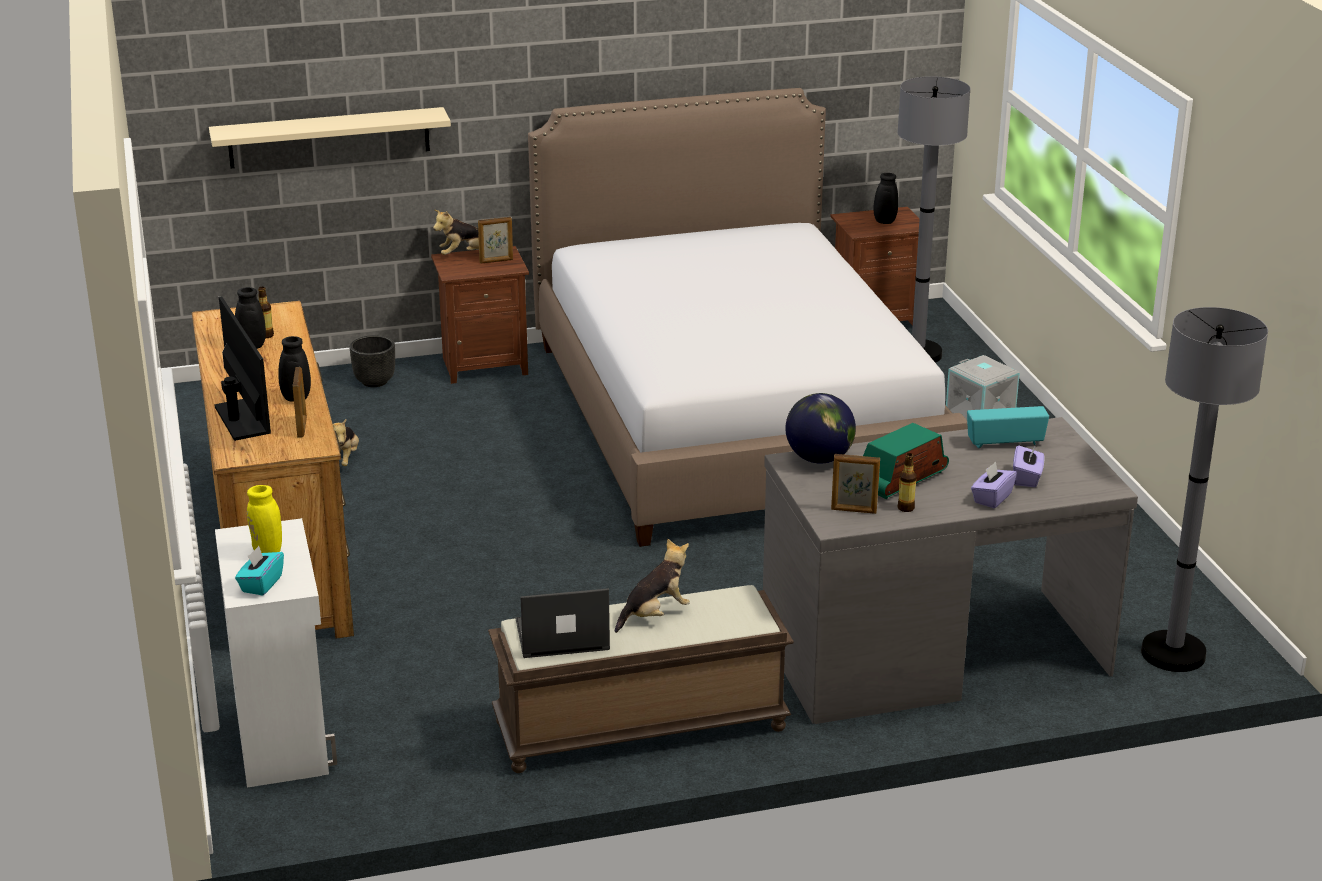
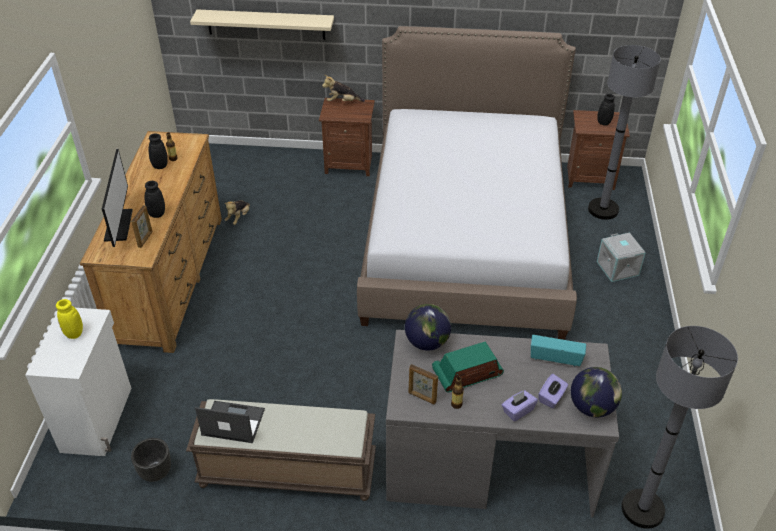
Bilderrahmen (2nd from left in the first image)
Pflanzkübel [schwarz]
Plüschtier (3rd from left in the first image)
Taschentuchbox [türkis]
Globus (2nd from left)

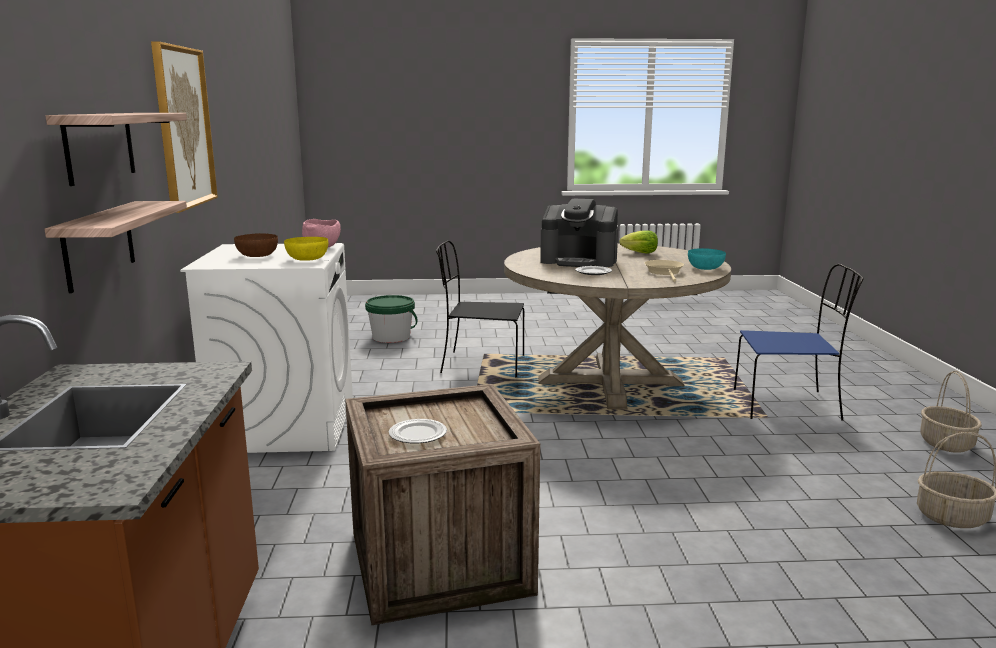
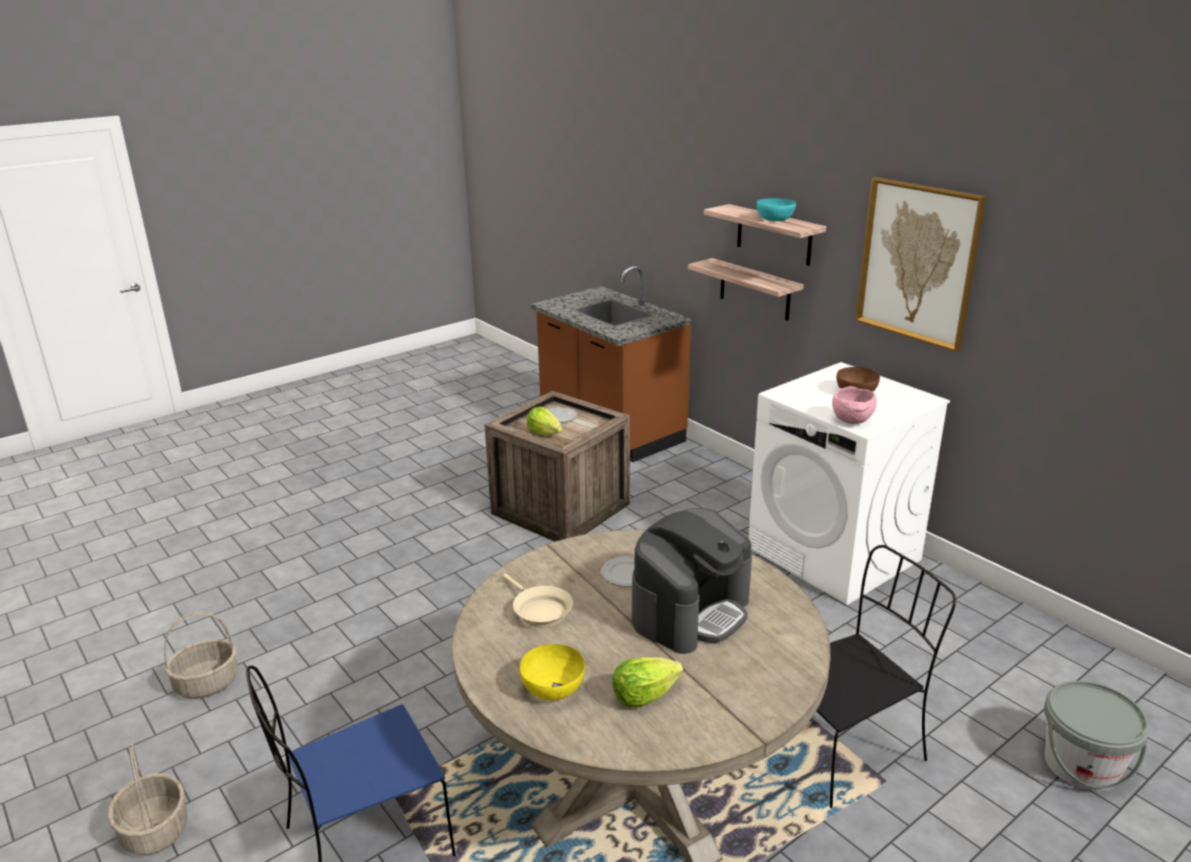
Kaffeemaschine
Schüssel [gelb]
Schüssel [türkis]
Eimer [grau]
Salatkopf (1st from left)

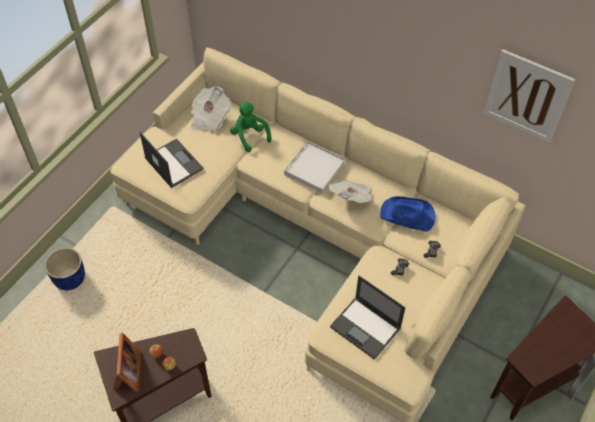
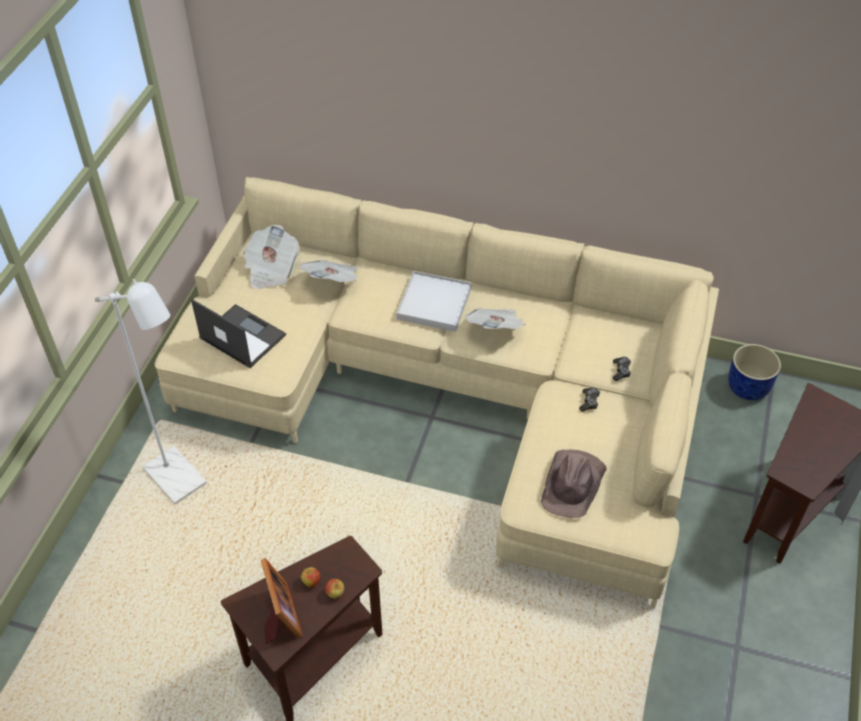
Bild
Zeitung (2nd from left)
Hut [blau]
Pflanzkübel [blau]
Hut [braun]
Stehlampe [weiß]

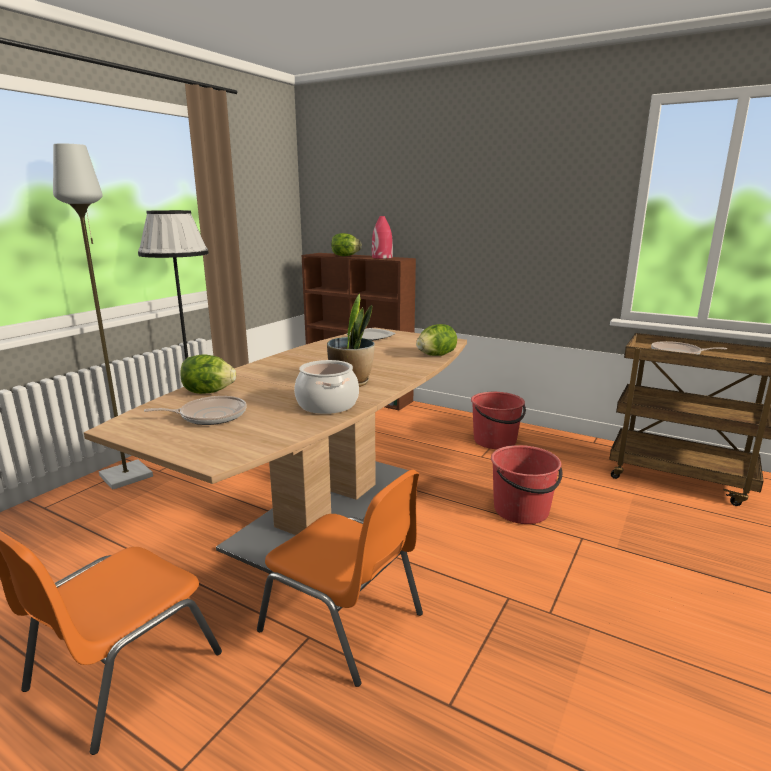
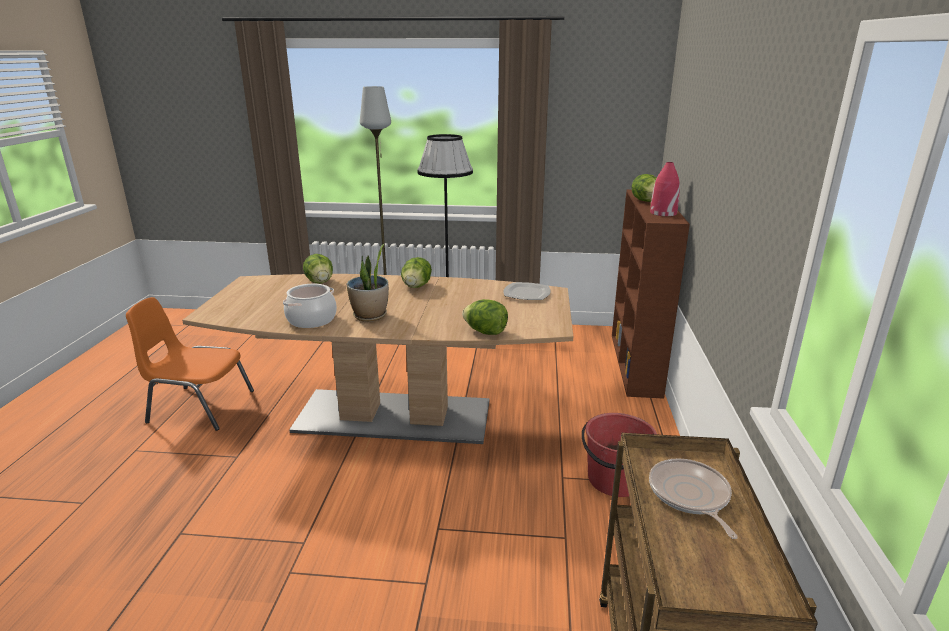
Pfanne (1st from left in the first image)
Eimer [rot] (2nd from left in the first image)
Stuhl [orange] (2nd from left in the first image)
Salatkopf (2nd from left)

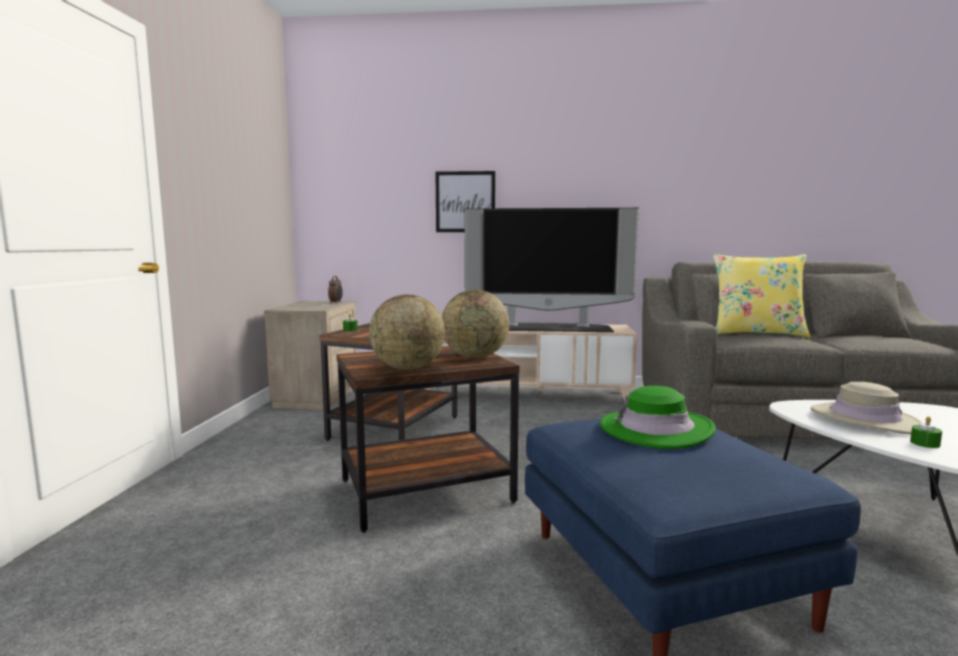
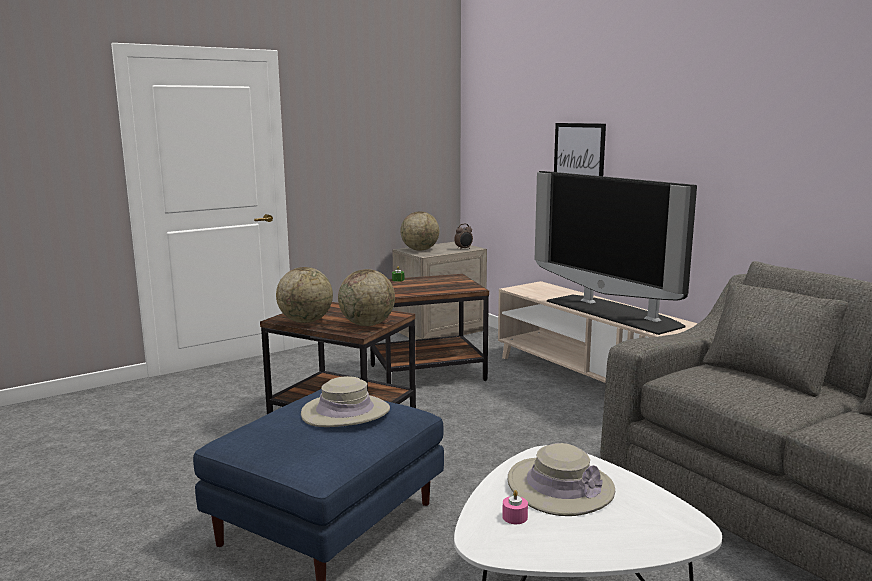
Kissen [gelb]
Hut [beige] (1st from left)
Kerze [rosa]
Globus (3rd from left)

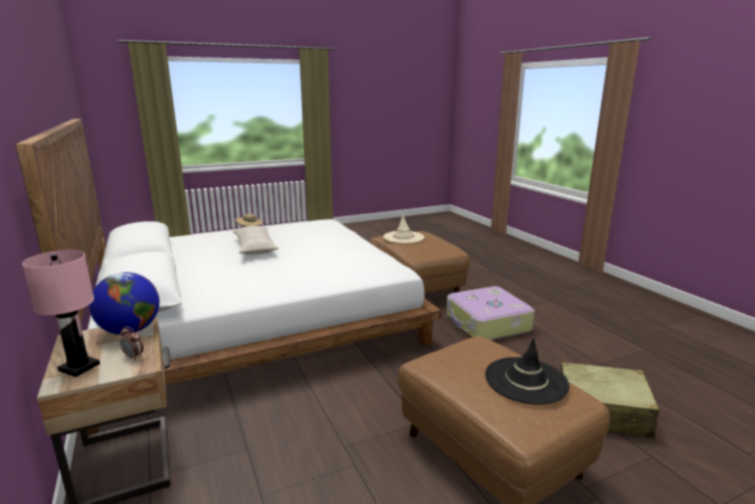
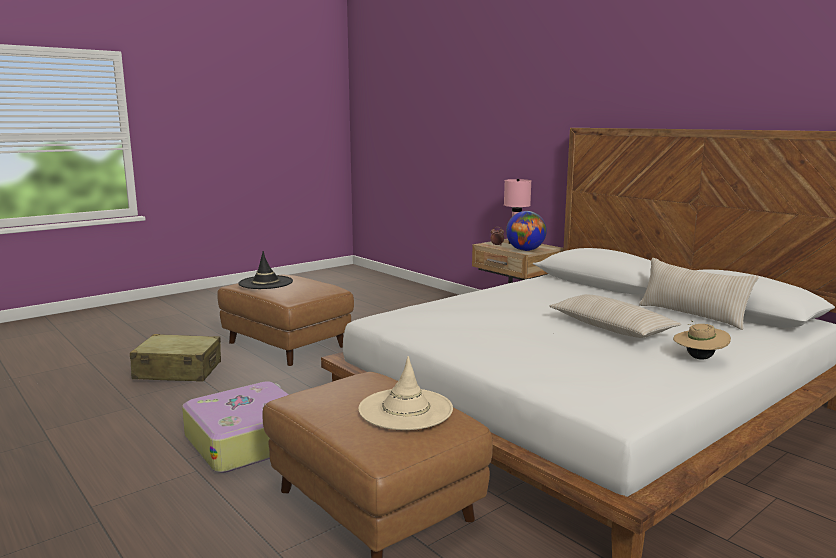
Kissen [beige] (2nd from left)

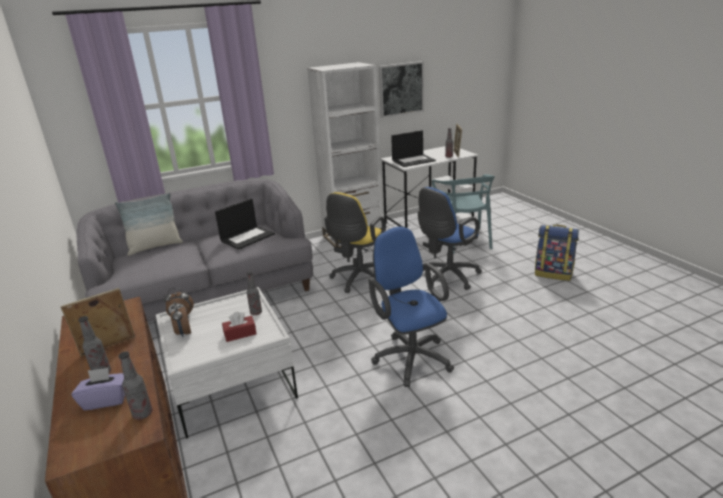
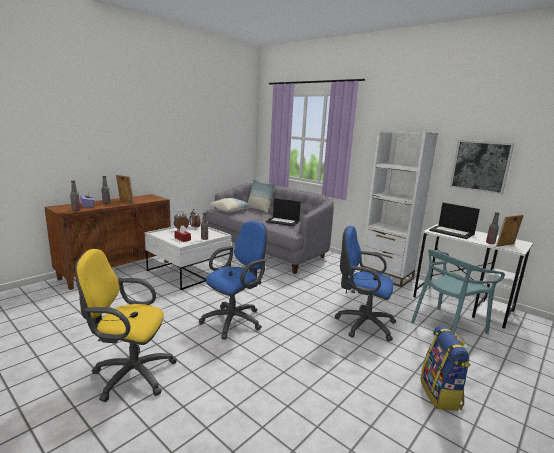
Bürostuhl [gelb]
Kissen (1st from left)

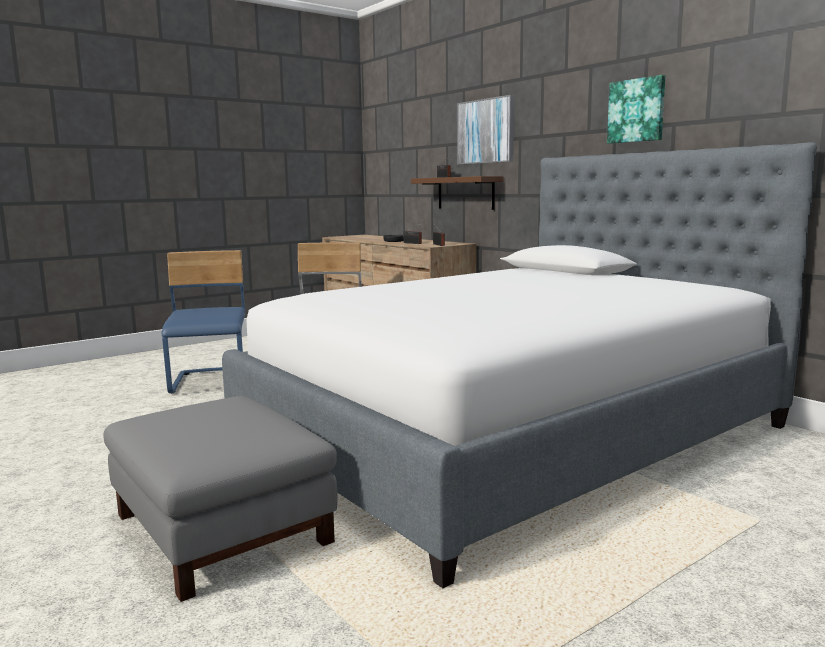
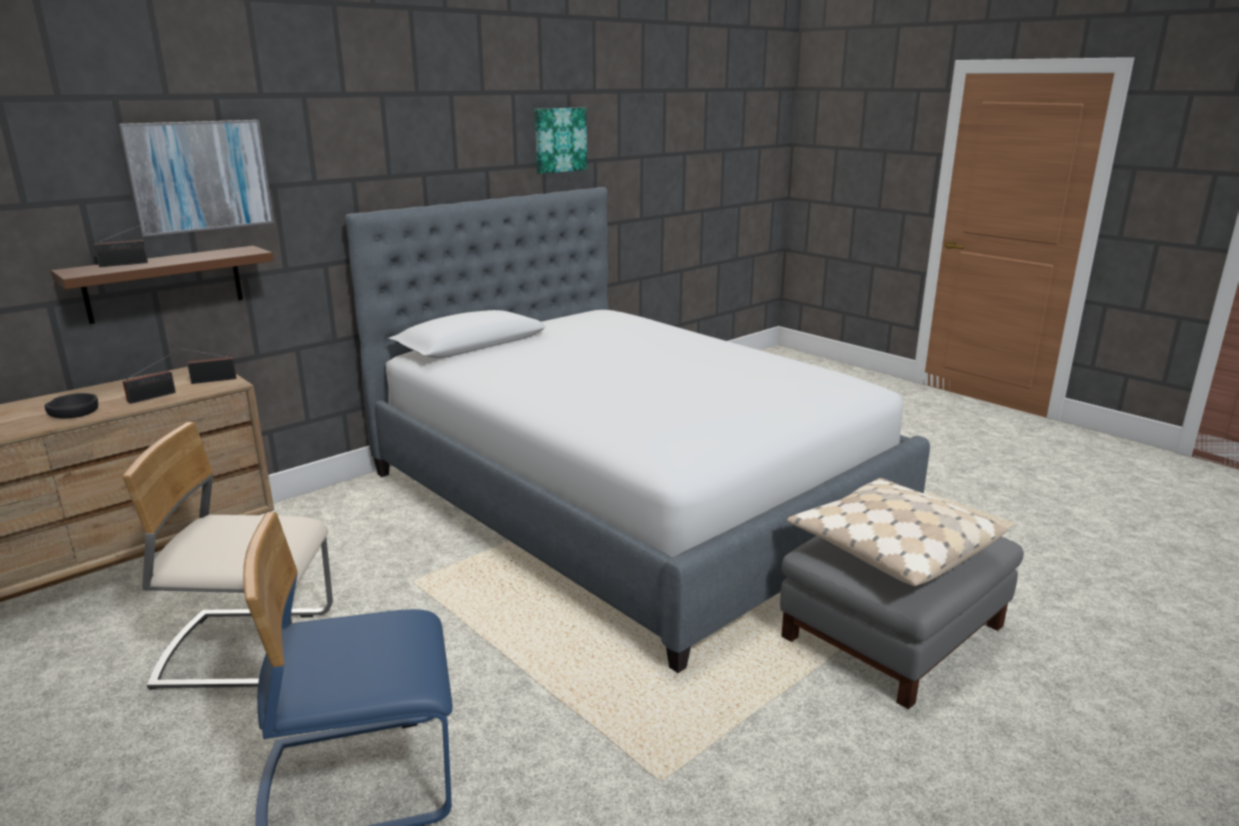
Bild (2nd from left)
Kissen [beige]

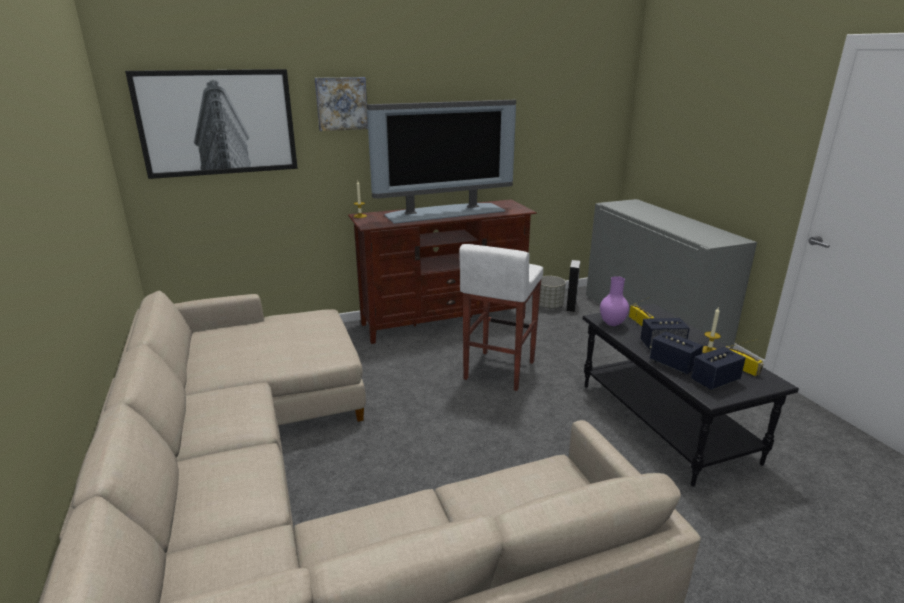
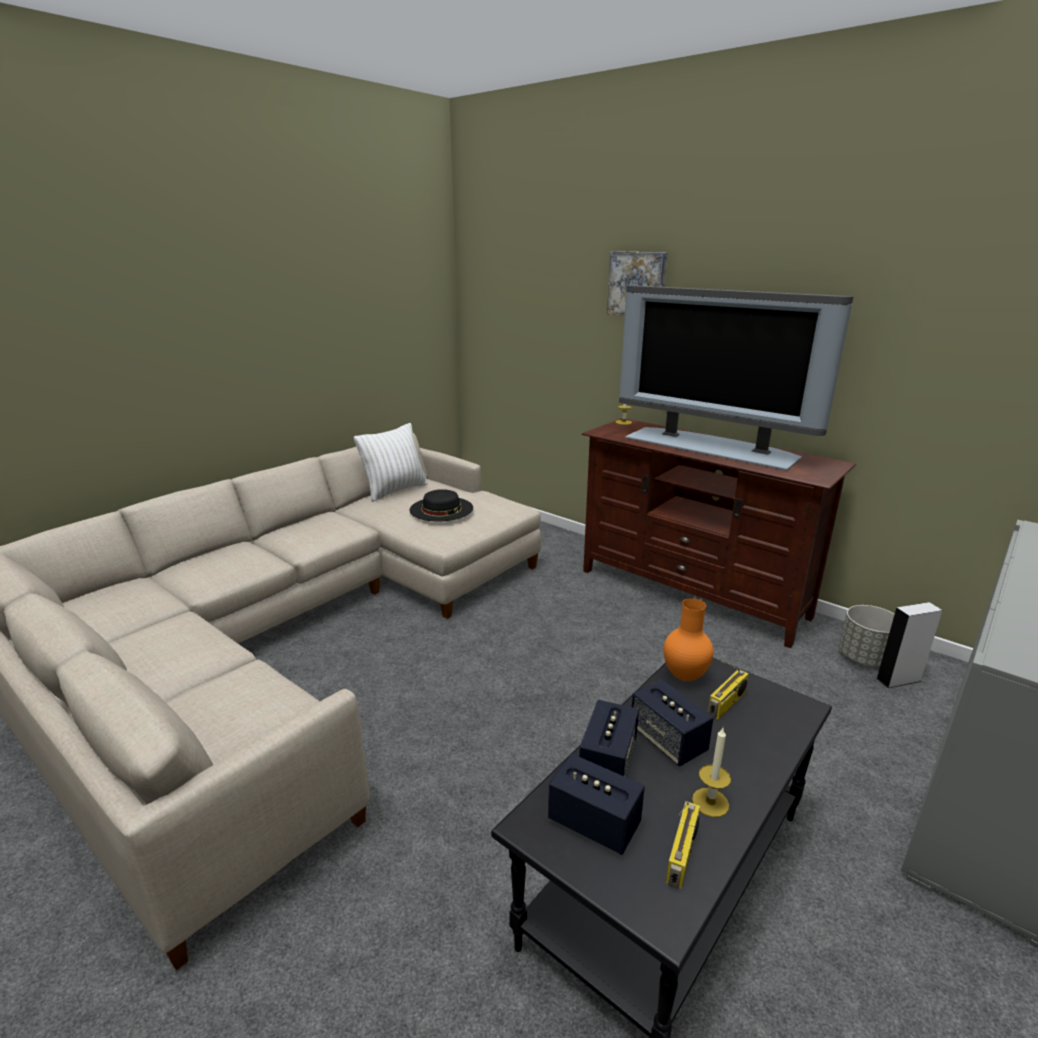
Bild (1st from left in the first image)
Hocker [weiß]
Vase [orange]
Kissen [weiß]
Hut [schwarz]

